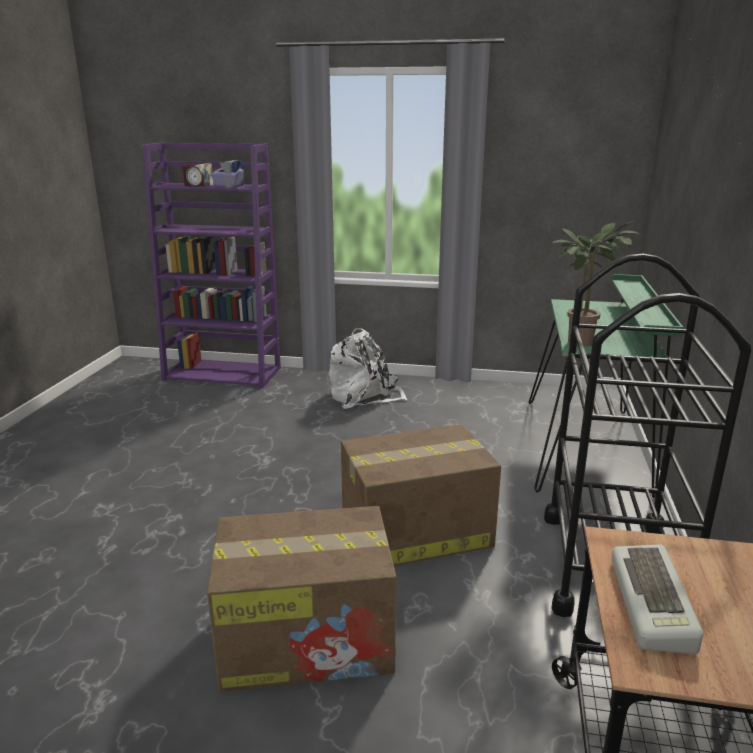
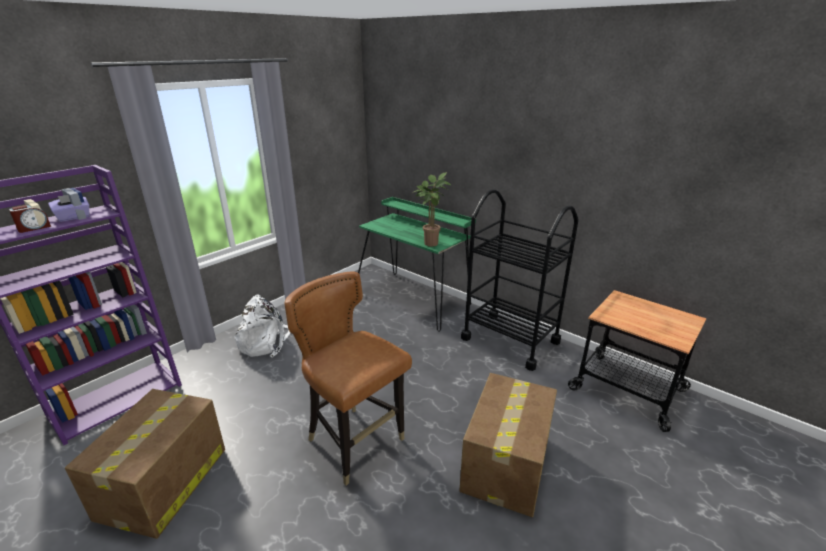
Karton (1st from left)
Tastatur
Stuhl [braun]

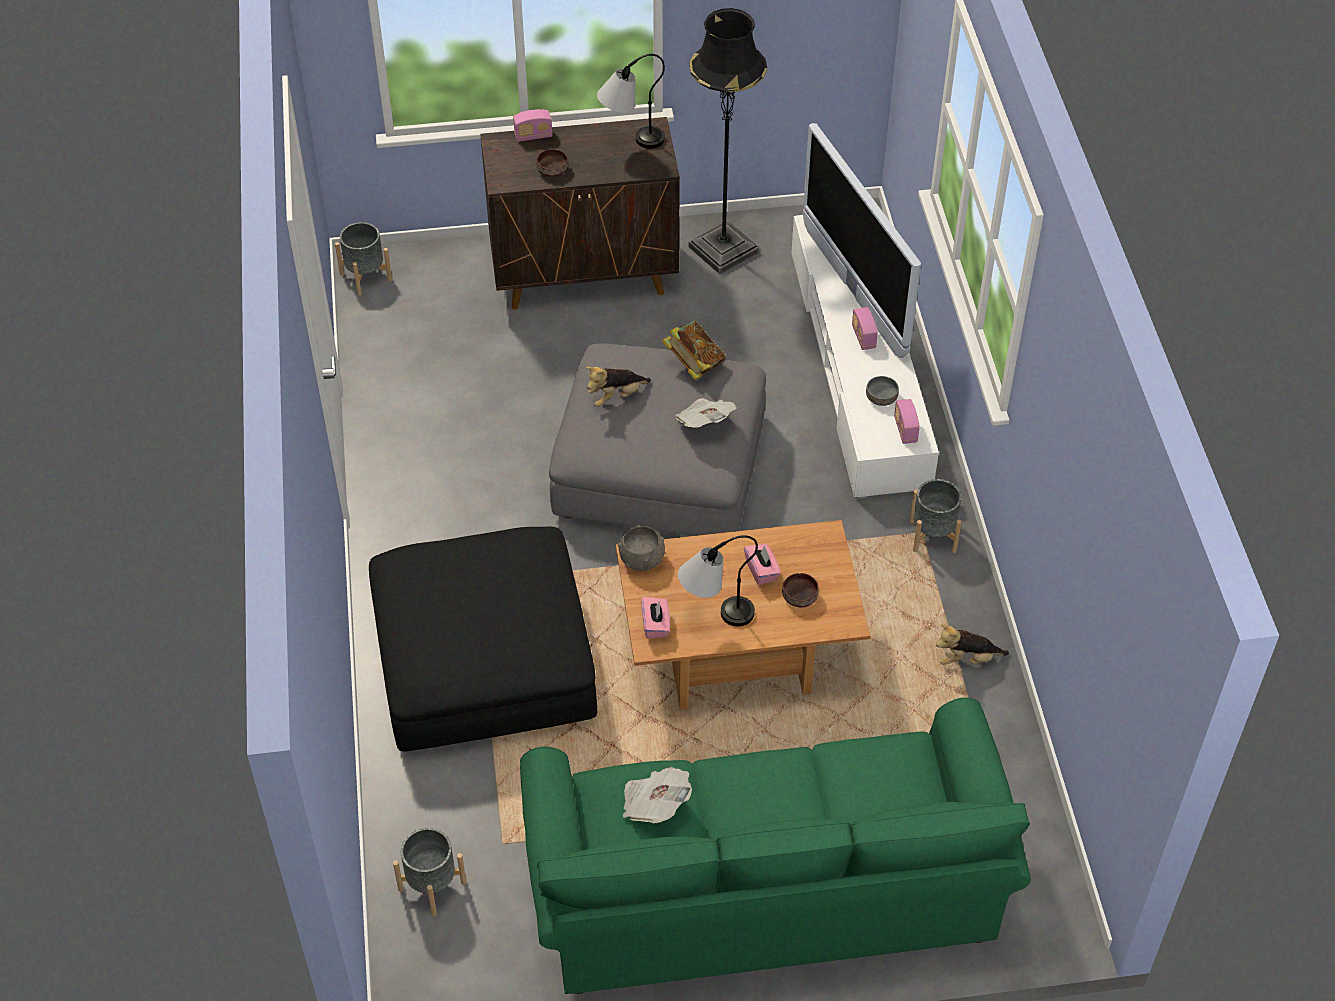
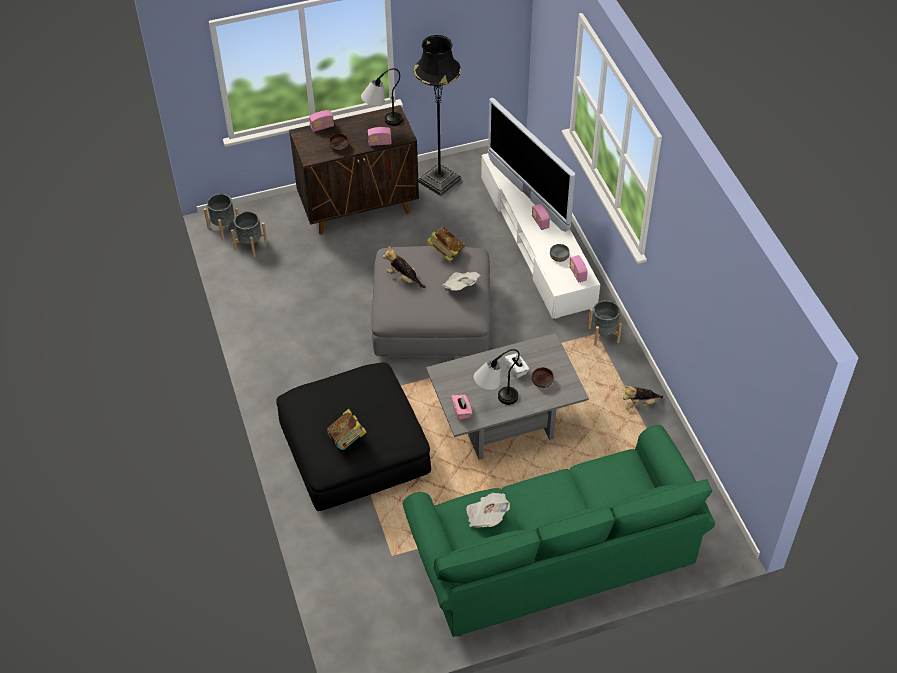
Plüschtier (1st from left)
Couchtisch [grau]
Schüssel [grau] (1st from left in the first image)
Taschentuchbox [weiß]
Pflanzkübel [grau] (2nd from left)
Radio (2nd from left)
Buch (1st from left)

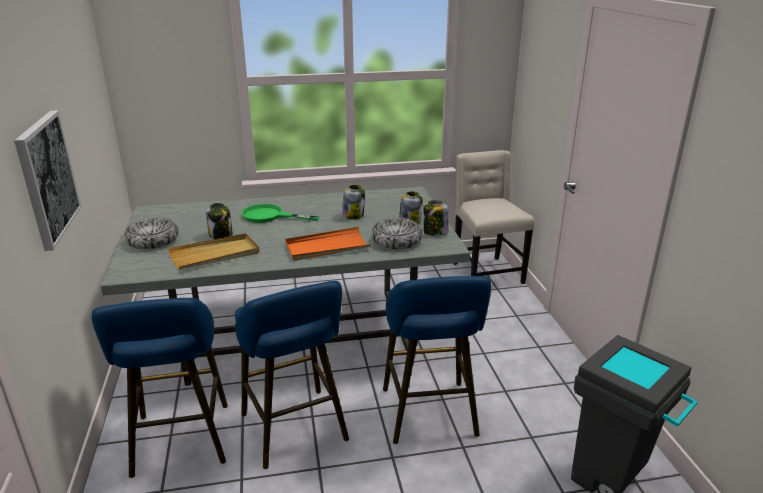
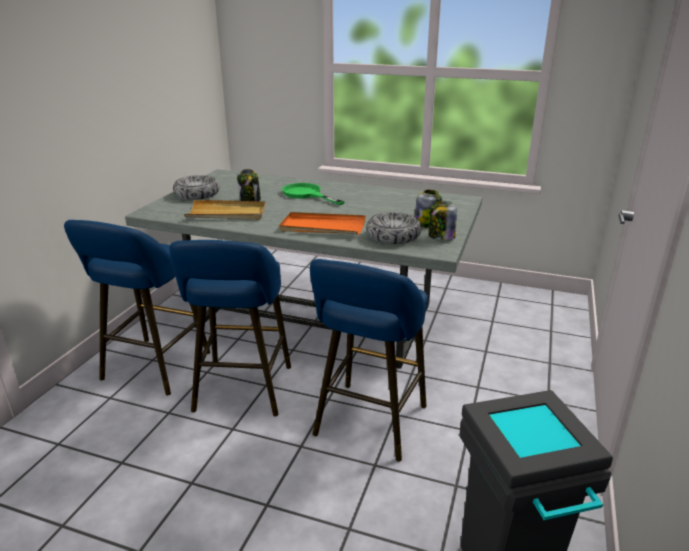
Bild
Stuhl [beige]
Vorratsglas (2nd from left in the first image)

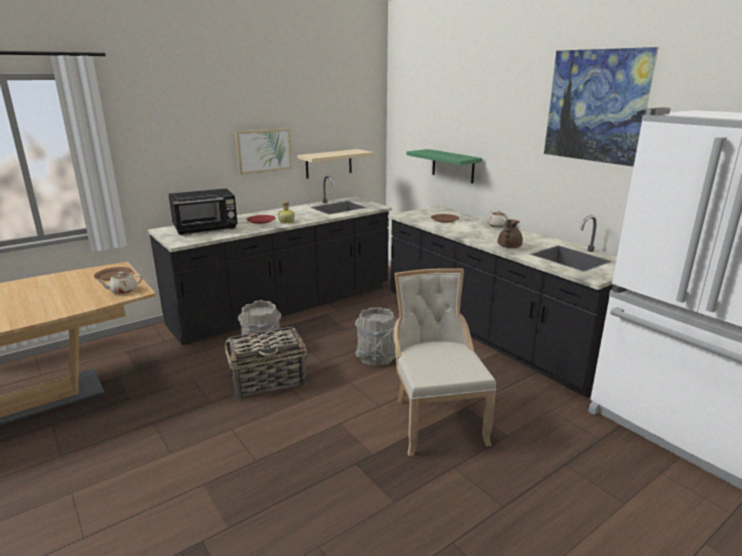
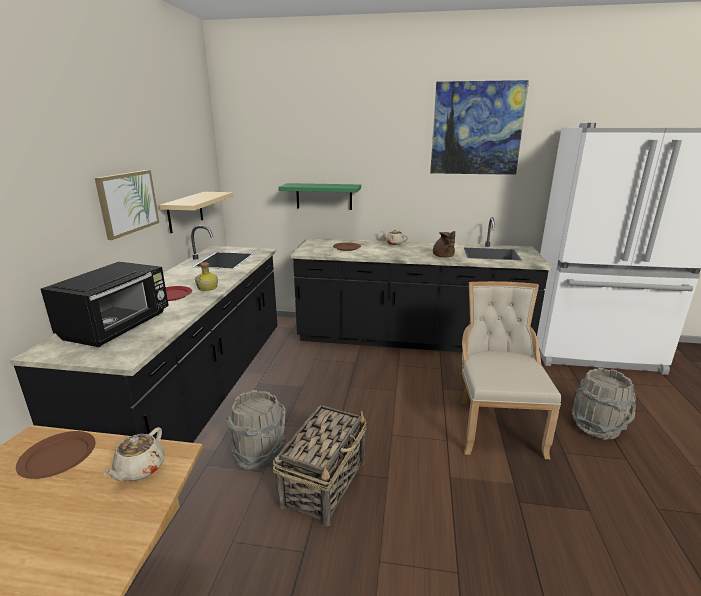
Stuhl [beige]
Eimer [grau] (2nd from left)

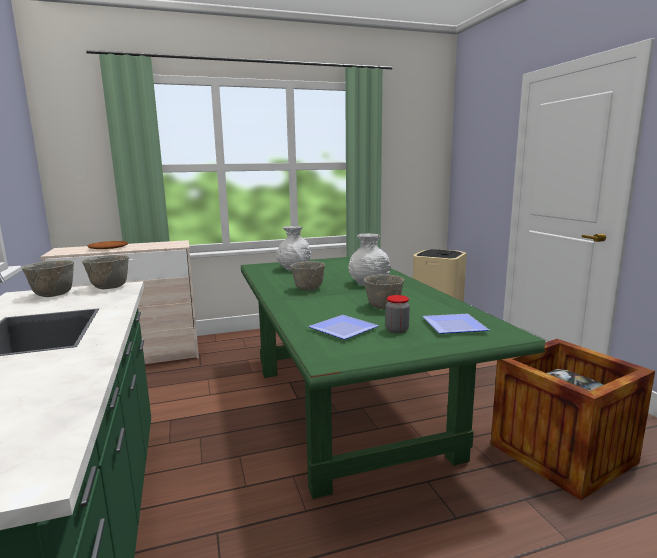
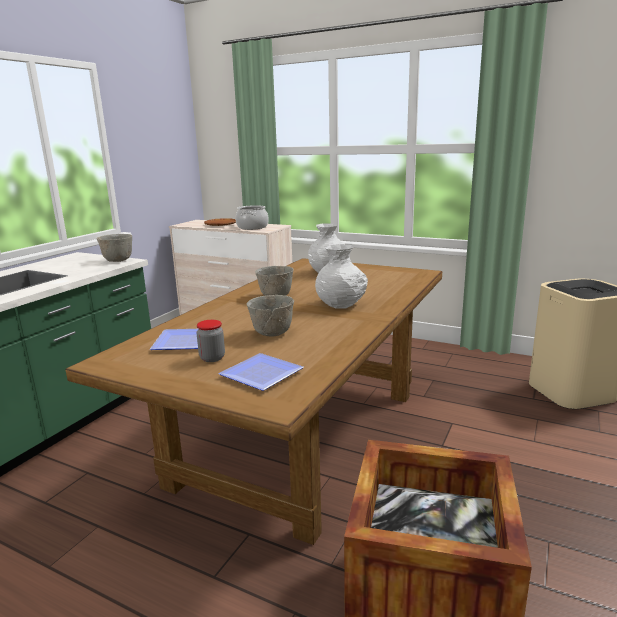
Esstisch [braun]
Schüssel [grau] (1st from left in the first image)
Kochtopf

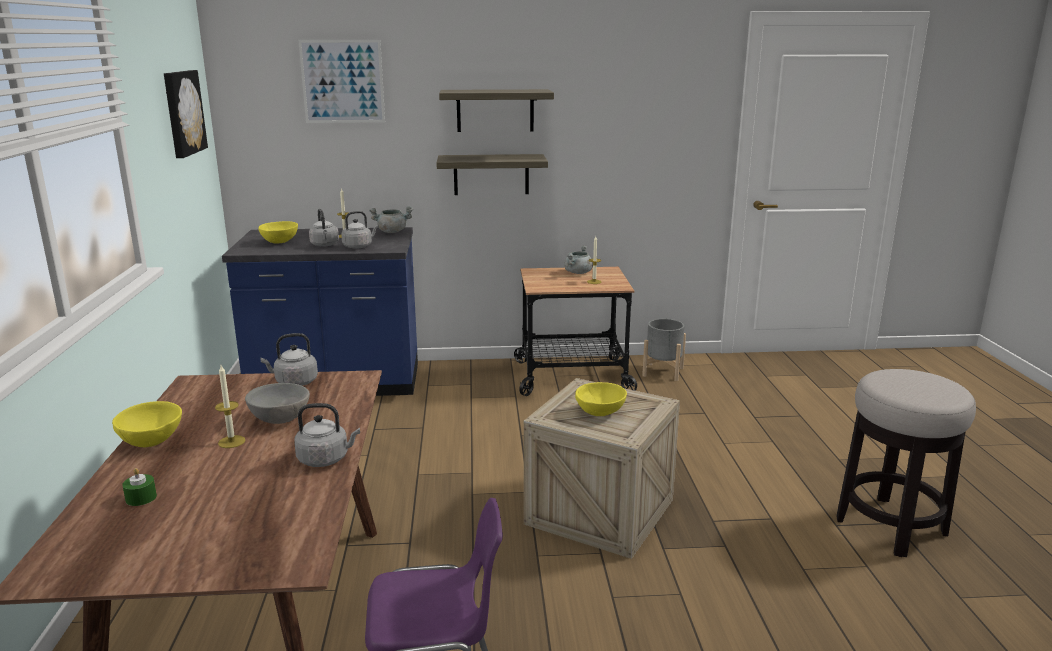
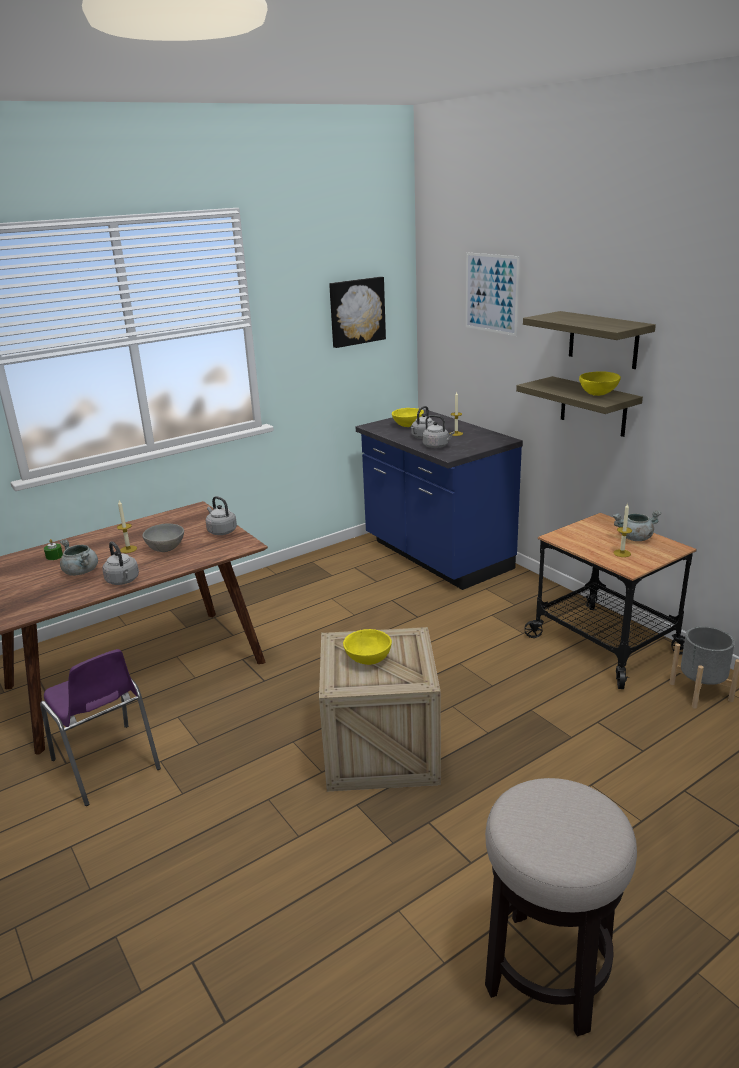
Kochtopf [grau] (1st from left)
Schüssel [gelb] (3rd from left)

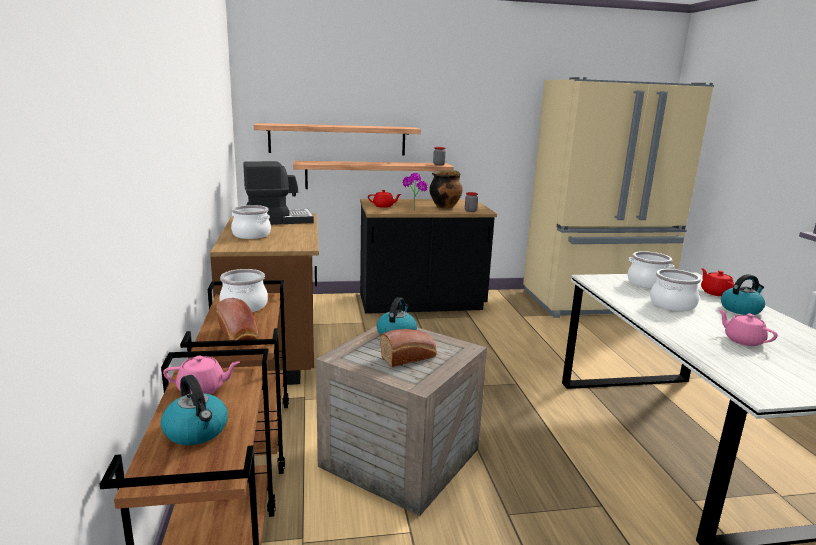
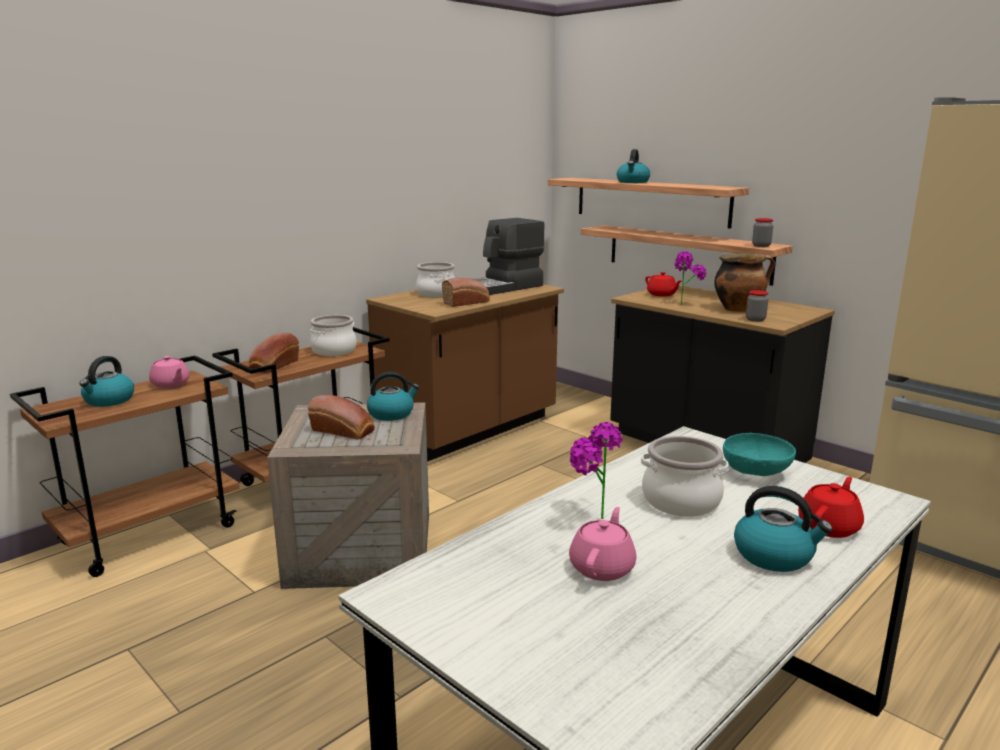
Kaffeemaschine
Schüssel [türkis]
Wasserkessel (3rd from left)
Brot (3rd from left)
Topfpflanze (1st from left)

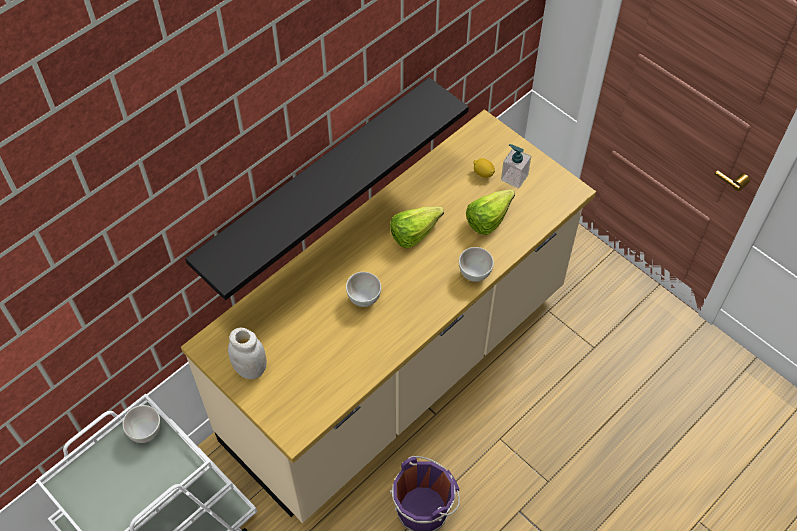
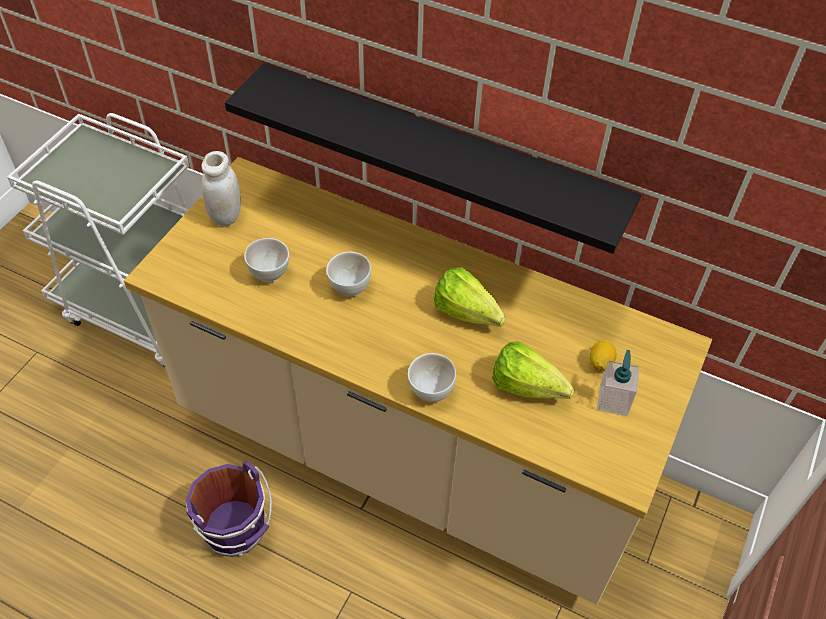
Schüssel [weiß] (1st from left)

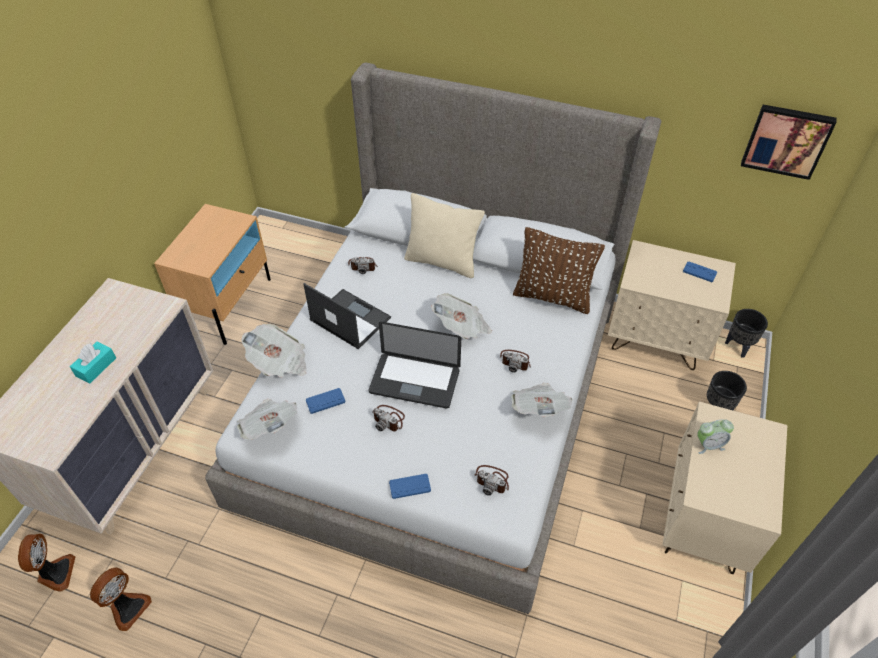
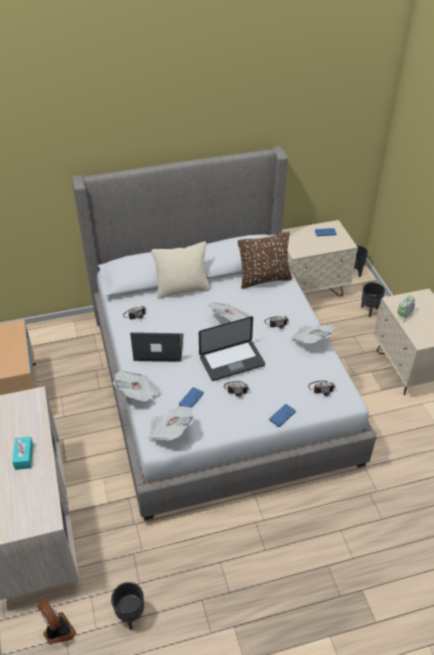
Bild
Pflanzkübel [schwarz] (1st from left)

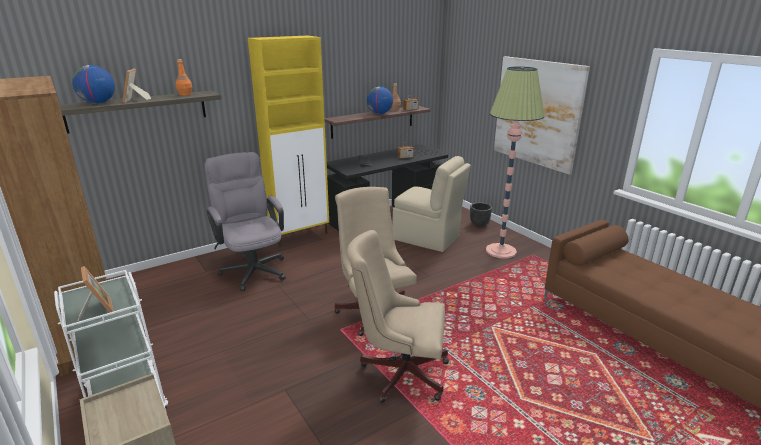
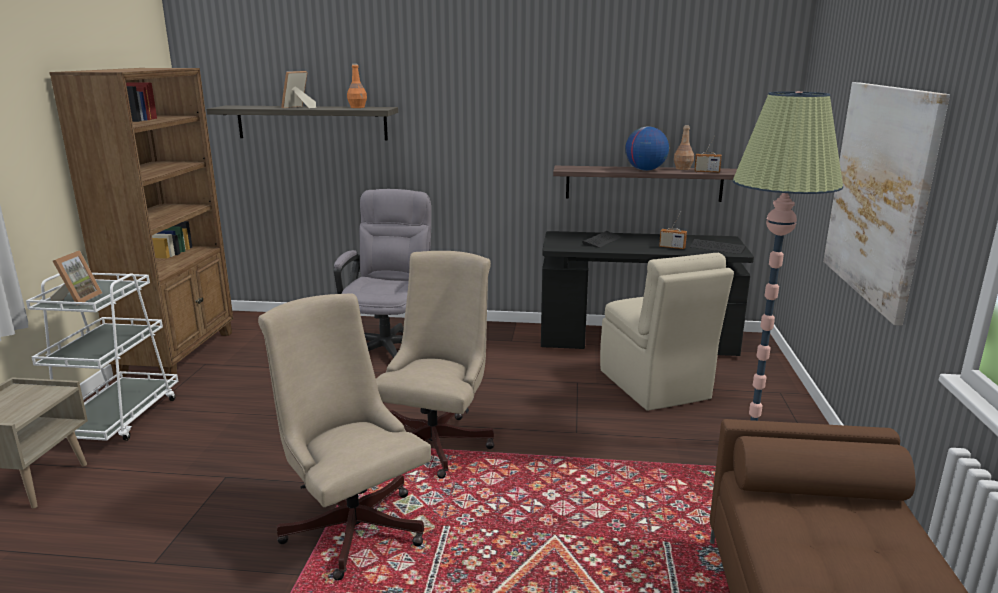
Schrank [gelb]
Globus (1st from left in the first image)
Pflanzkübel [schwarz]

